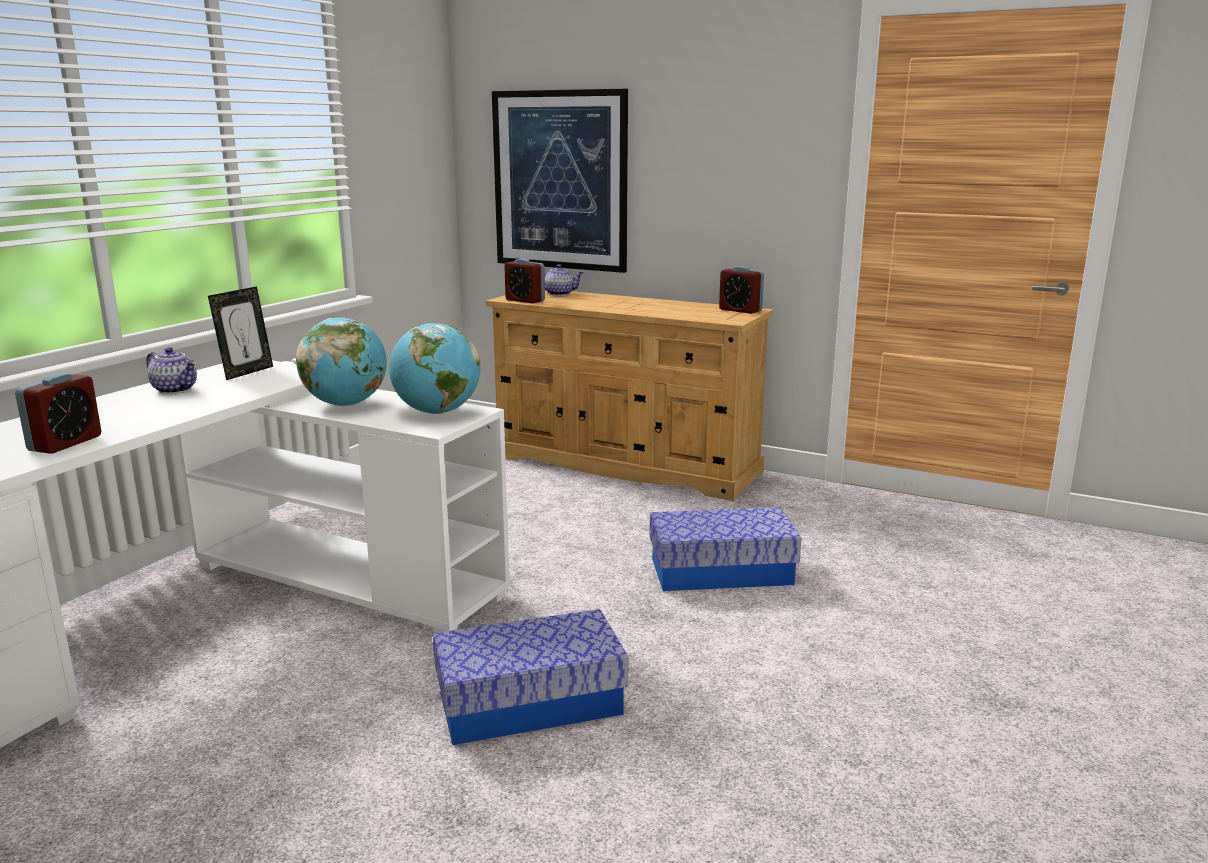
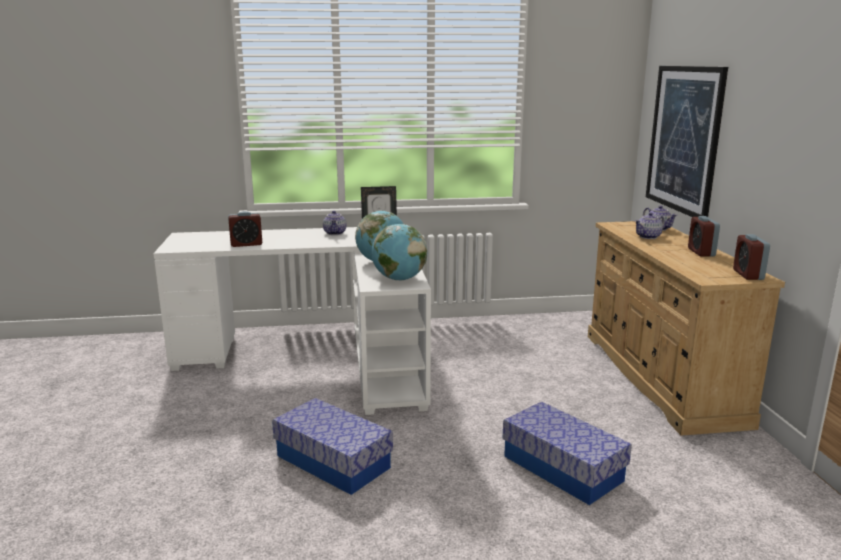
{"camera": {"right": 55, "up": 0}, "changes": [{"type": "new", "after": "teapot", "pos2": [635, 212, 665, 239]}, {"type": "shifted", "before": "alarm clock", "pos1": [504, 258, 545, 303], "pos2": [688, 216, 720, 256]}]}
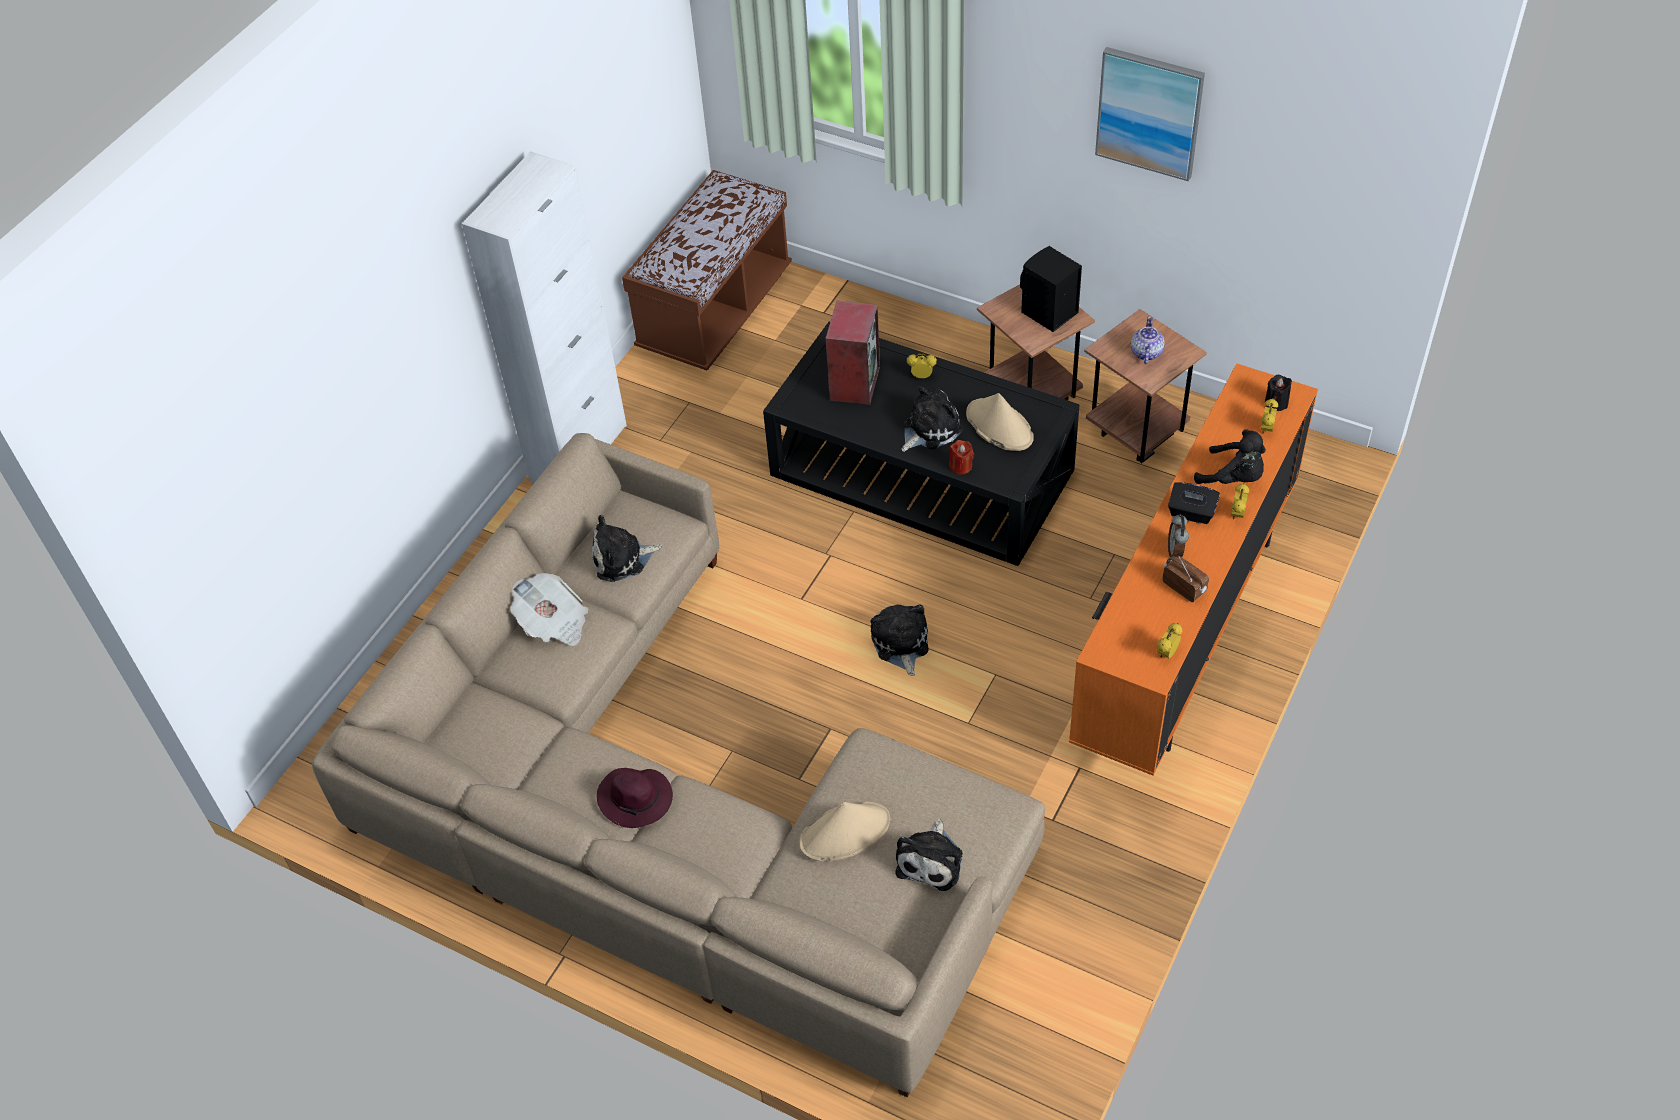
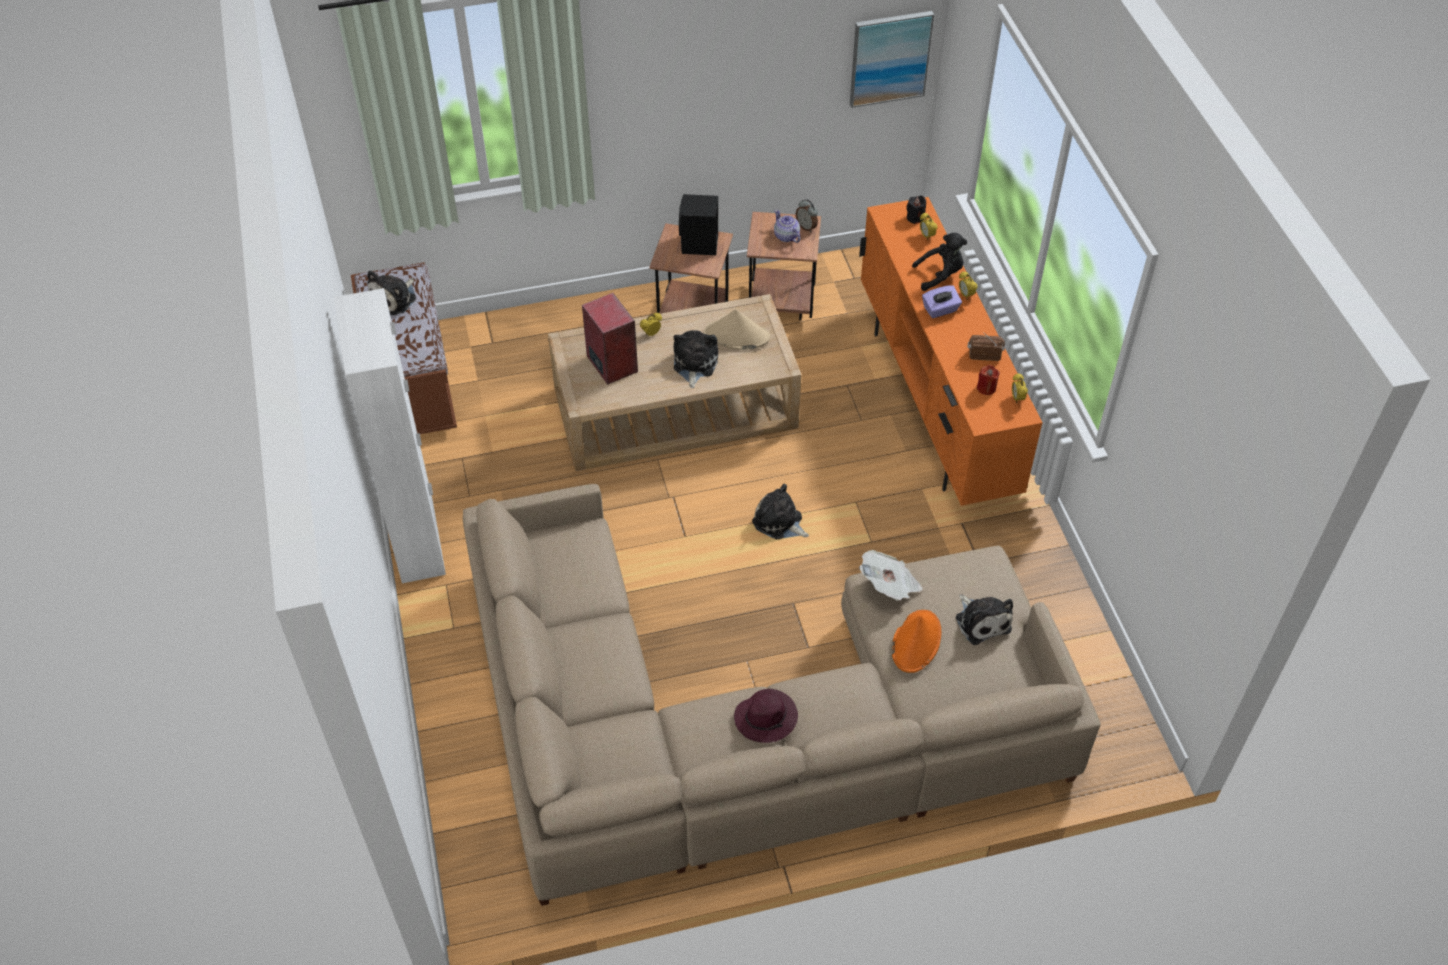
{"camera": {"right": -45, "up": 0}, "changes": [{"type": "shifted", "before": "plush toy", "pos1": [592, 515, 662, 582], "pos2": [367, 270, 416, 315]}, {"type": "repainted", "before": "black coffee table", "after": "beige coffee table", "pos1": [763, 322, 1079, 566], "pos2": [548, 294, 802, 471]}, {"type": "shifted", "before": "alarm clock", "pos1": [1168, 514, 1189, 557], "pos2": [796, 199, 818, 232]}, {"type": "shifted", "before": "picture", "pos1": [1095, 47, 1205, 181], "pos2": [850, 11, 934, 108]}, {"type": "shifted", "before": "newspaper", "pos1": [510, 573, 589, 646], "pos2": [859, 550, 923, 601]}, {"type": "repainted", "before": "beige hat", "after": "orange hat", "pos1": [799, 802, 890, 861], "pos2": [892, 610, 941, 673]}, {"type": "repainted", "before": "black tissue box", "after": "purple tissue box", "pos1": [1168, 482, 1220, 524], "pos2": [922, 286, 962, 318]}, {"type": "shifted", "before": "red candle", "pos1": [949, 440, 974, 474], "pos2": [977, 365, 1000, 395]}]}
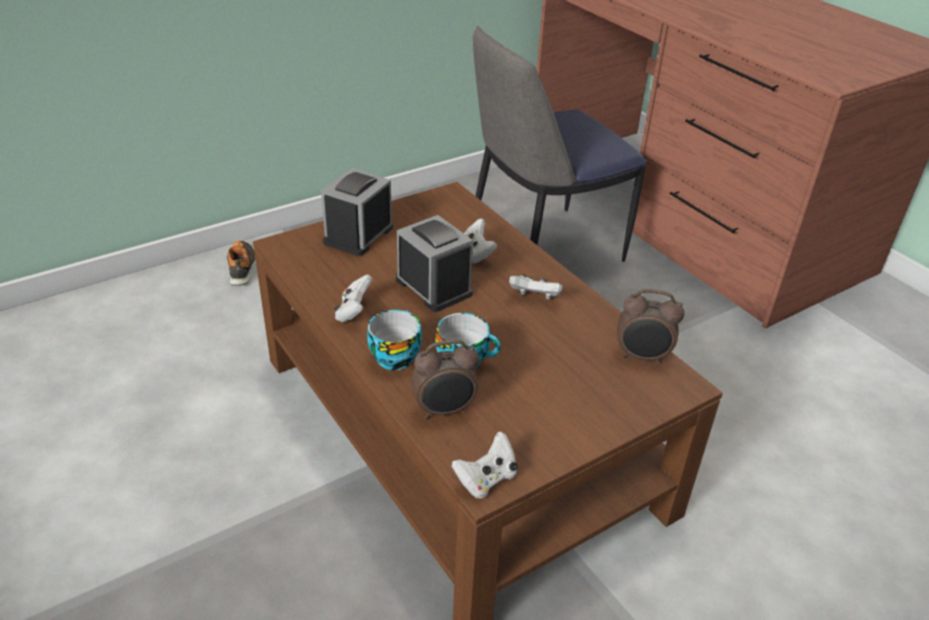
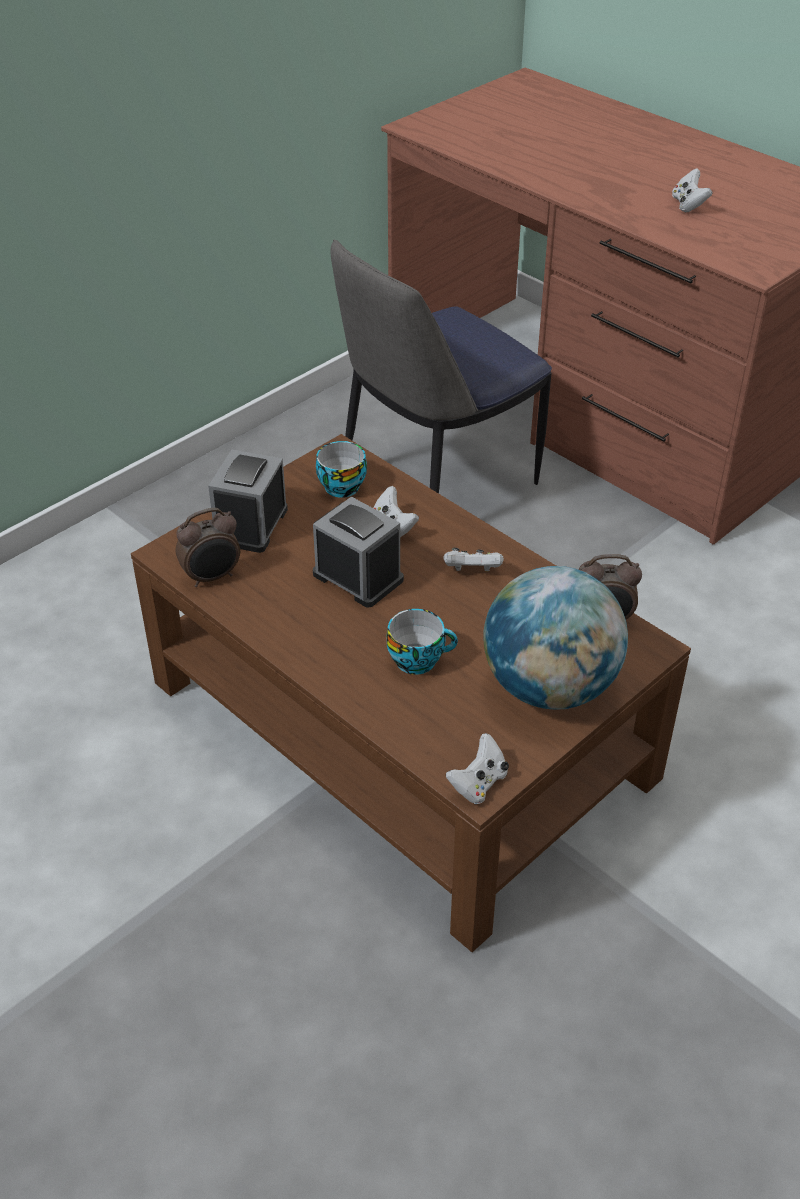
{"camera": {"right": -10, "up": 5}, "changes": [{"type": "shifted", "before": "alarm clock", "pos1": [411, 340, 479, 419], "pos2": [176, 508, 240, 587]}, {"type": "shifted", "before": "cup", "pos1": [367, 310, 422, 370], "pos2": [316, 441, 367, 498]}, {"type": "new", "after": "globe", "pos2": [483, 566, 628, 710]}, {"type": "shifted", "before": "white game controller", "pos1": [334, 275, 373, 322], "pos2": [672, 168, 712, 212]}, {"type": "gone", "before": "shoe", "pos1": [227, 241, 256, 286]}]}
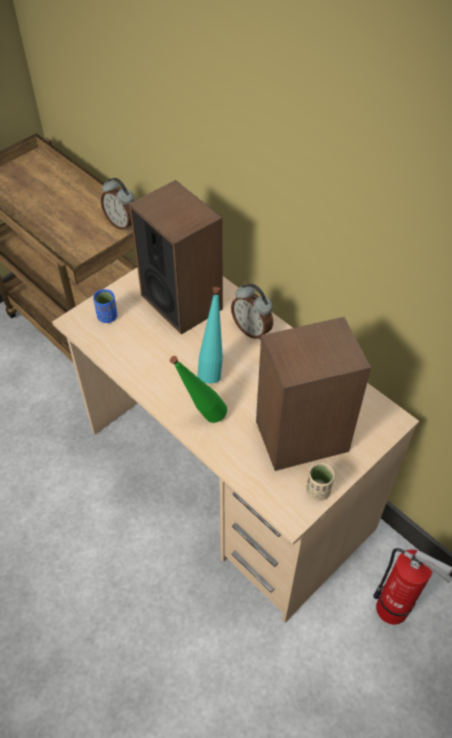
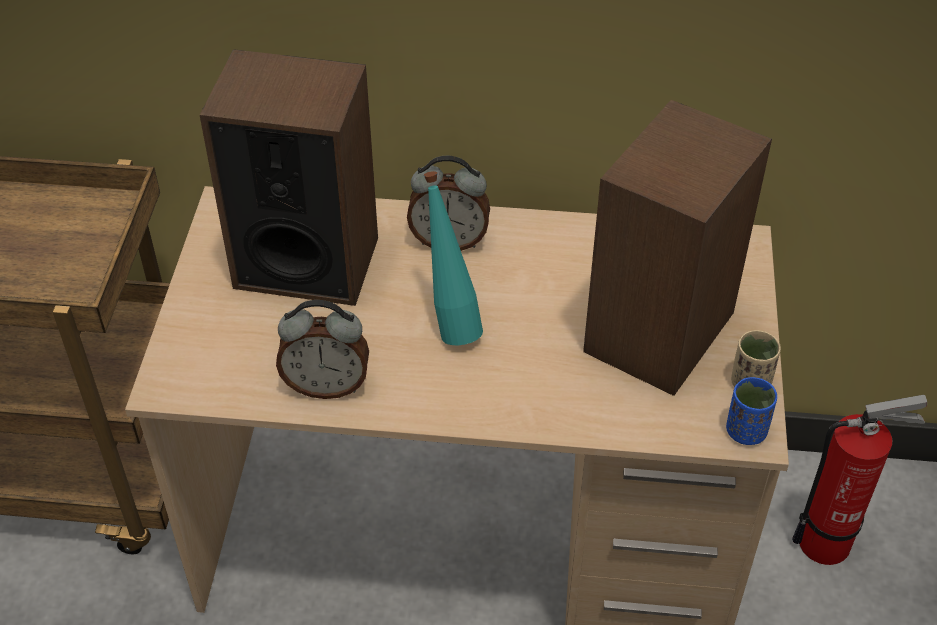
{"camera": {"right": -40, "up": -5}, "changes": [{"type": "shifted", "before": "alarm clock", "pos1": [101, 178, 134, 232], "pos2": [276, 300, 369, 399]}, {"type": "shifted", "before": "blue cup", "pos1": [93, 289, 117, 323], "pos2": [726, 377, 777, 445]}, {"type": "gone", "before": "green bottle", "pos1": [170, 356, 227, 423]}]}
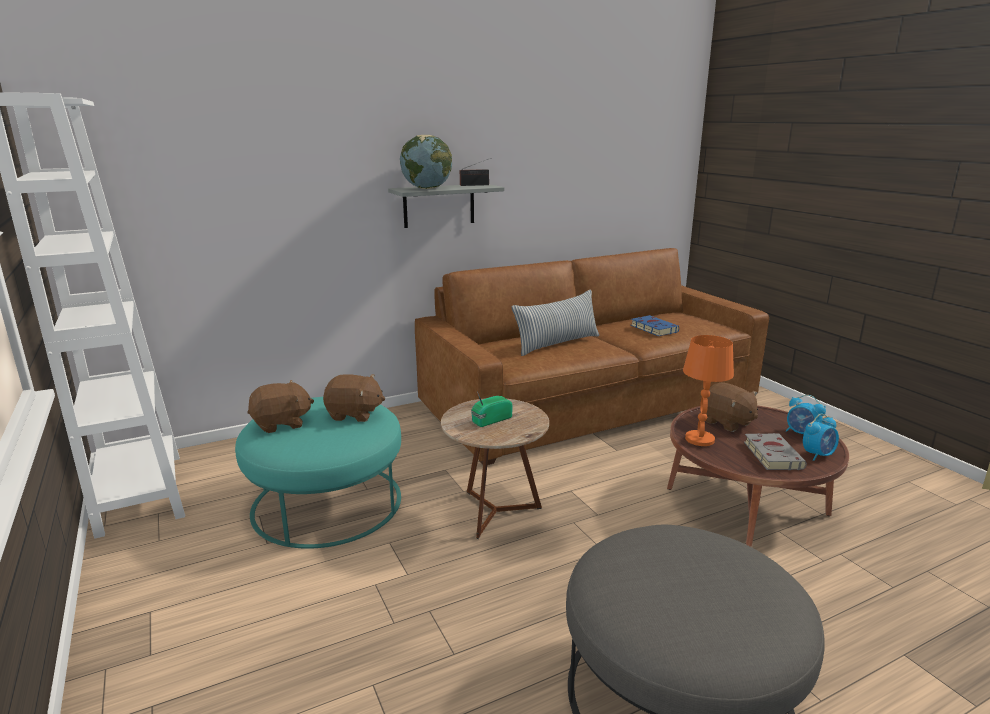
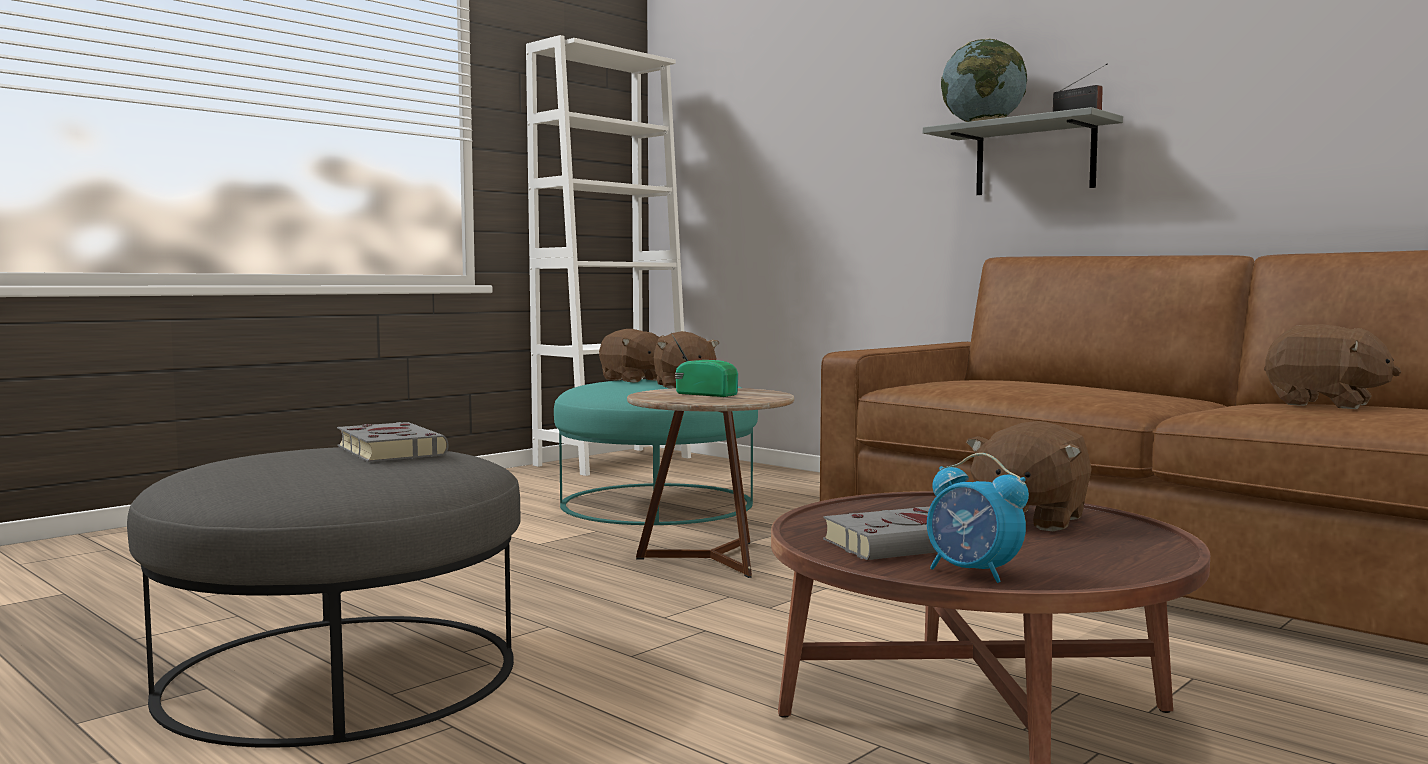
{"camera": {"right": 70, "up": -15}, "changes": [{"type": "new", "after": "grey book", "pos2": [337, 422, 448, 462]}, {"type": "swapped", "before": "blue book", "after": "brown plush toy", "pos1": [631, 315, 679, 336], "pos2": [1264, 324, 1401, 409]}, {"type": "gone", "before": "pillow", "pos1": [512, 290, 599, 356]}, {"type": "gone", "before": "orange table lamp", "pos1": [683, 335, 734, 446]}, {"type": "gone", "before": "alarm clock", "pos1": [786, 395, 826, 434]}]}
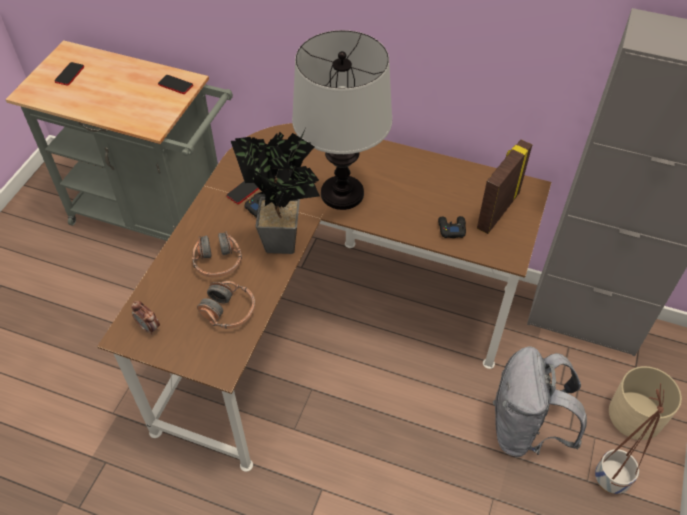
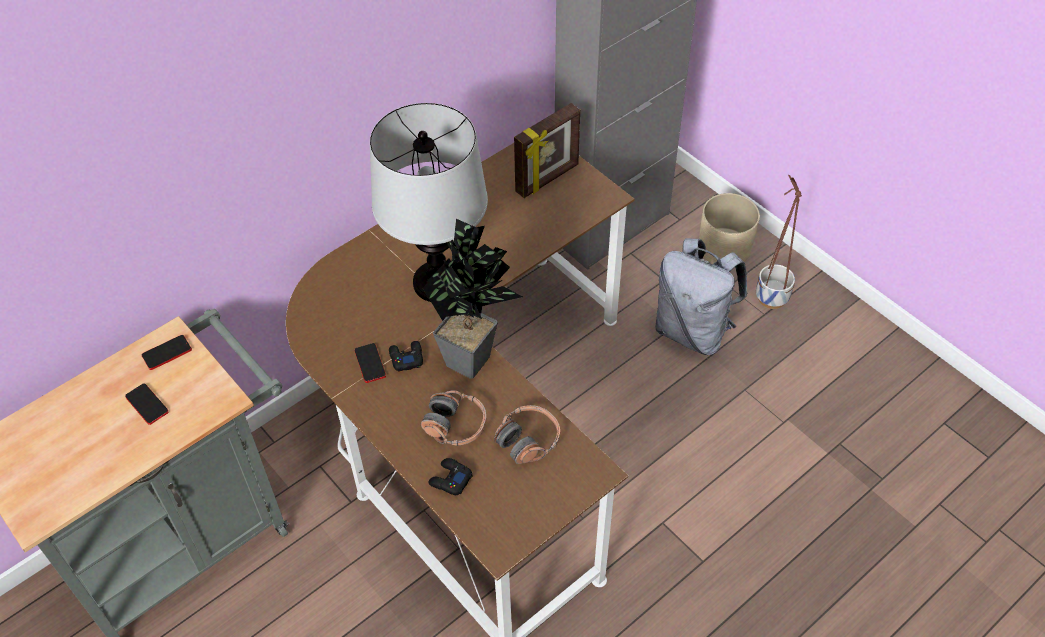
{"camera": {"right": -60, "up": 0}, "changes": [{"type": "shifted", "before": "phone", "pos1": [55, 62, 84, 86], "pos2": [125, 383, 168, 425]}, {"type": "shifted", "before": "black game controller", "pos1": [438, 216, 466, 238], "pos2": [428, 458, 473, 495]}, {"type": "rotated", "before": "picture frame", "pos1": [477, 140, 532, 234], "pos2": [514, 103, 580, 198], "turn": -105}, {"type": "gone", "before": "alarm clock", "pos1": [131, 301, 160, 335]}]}
